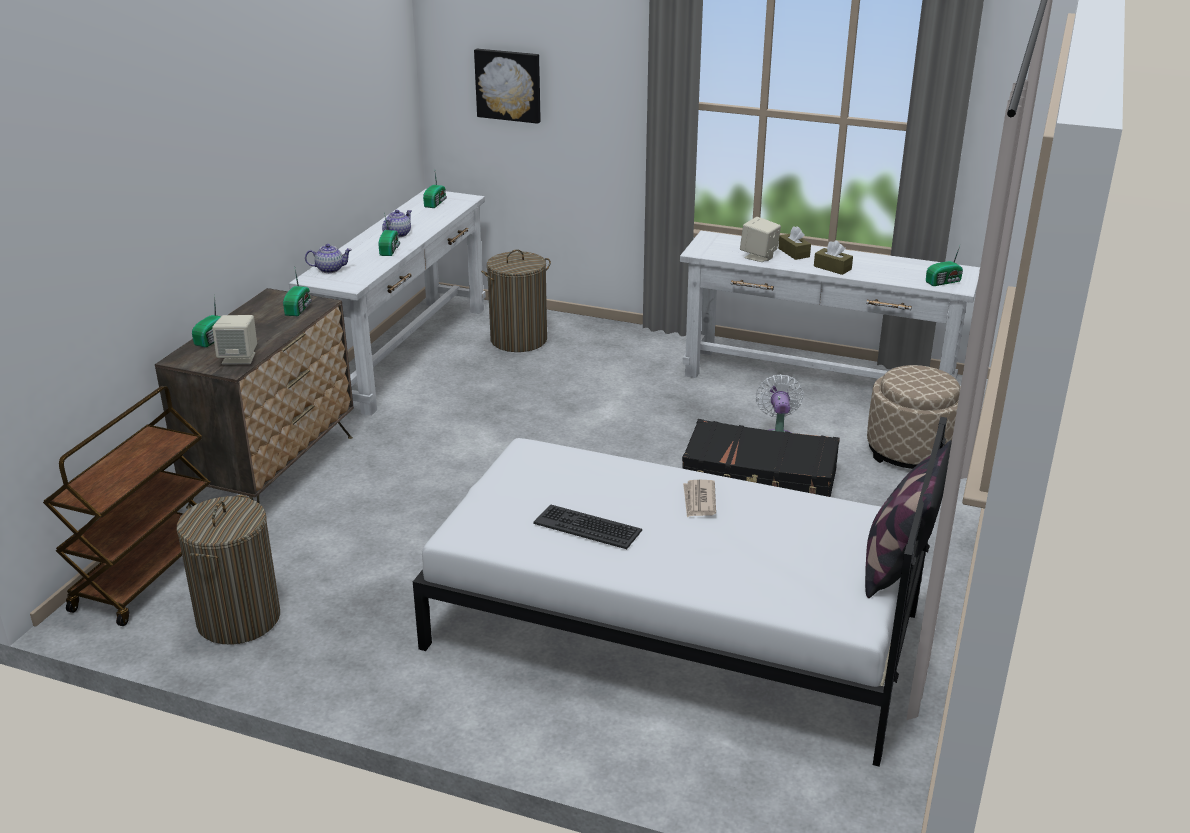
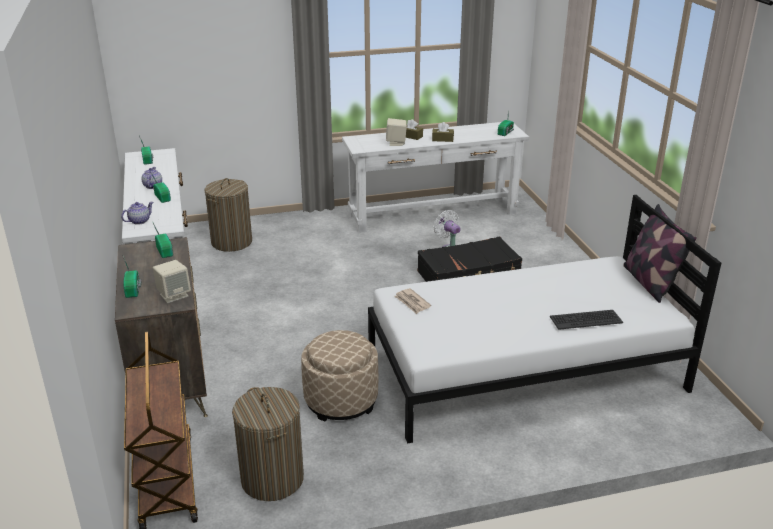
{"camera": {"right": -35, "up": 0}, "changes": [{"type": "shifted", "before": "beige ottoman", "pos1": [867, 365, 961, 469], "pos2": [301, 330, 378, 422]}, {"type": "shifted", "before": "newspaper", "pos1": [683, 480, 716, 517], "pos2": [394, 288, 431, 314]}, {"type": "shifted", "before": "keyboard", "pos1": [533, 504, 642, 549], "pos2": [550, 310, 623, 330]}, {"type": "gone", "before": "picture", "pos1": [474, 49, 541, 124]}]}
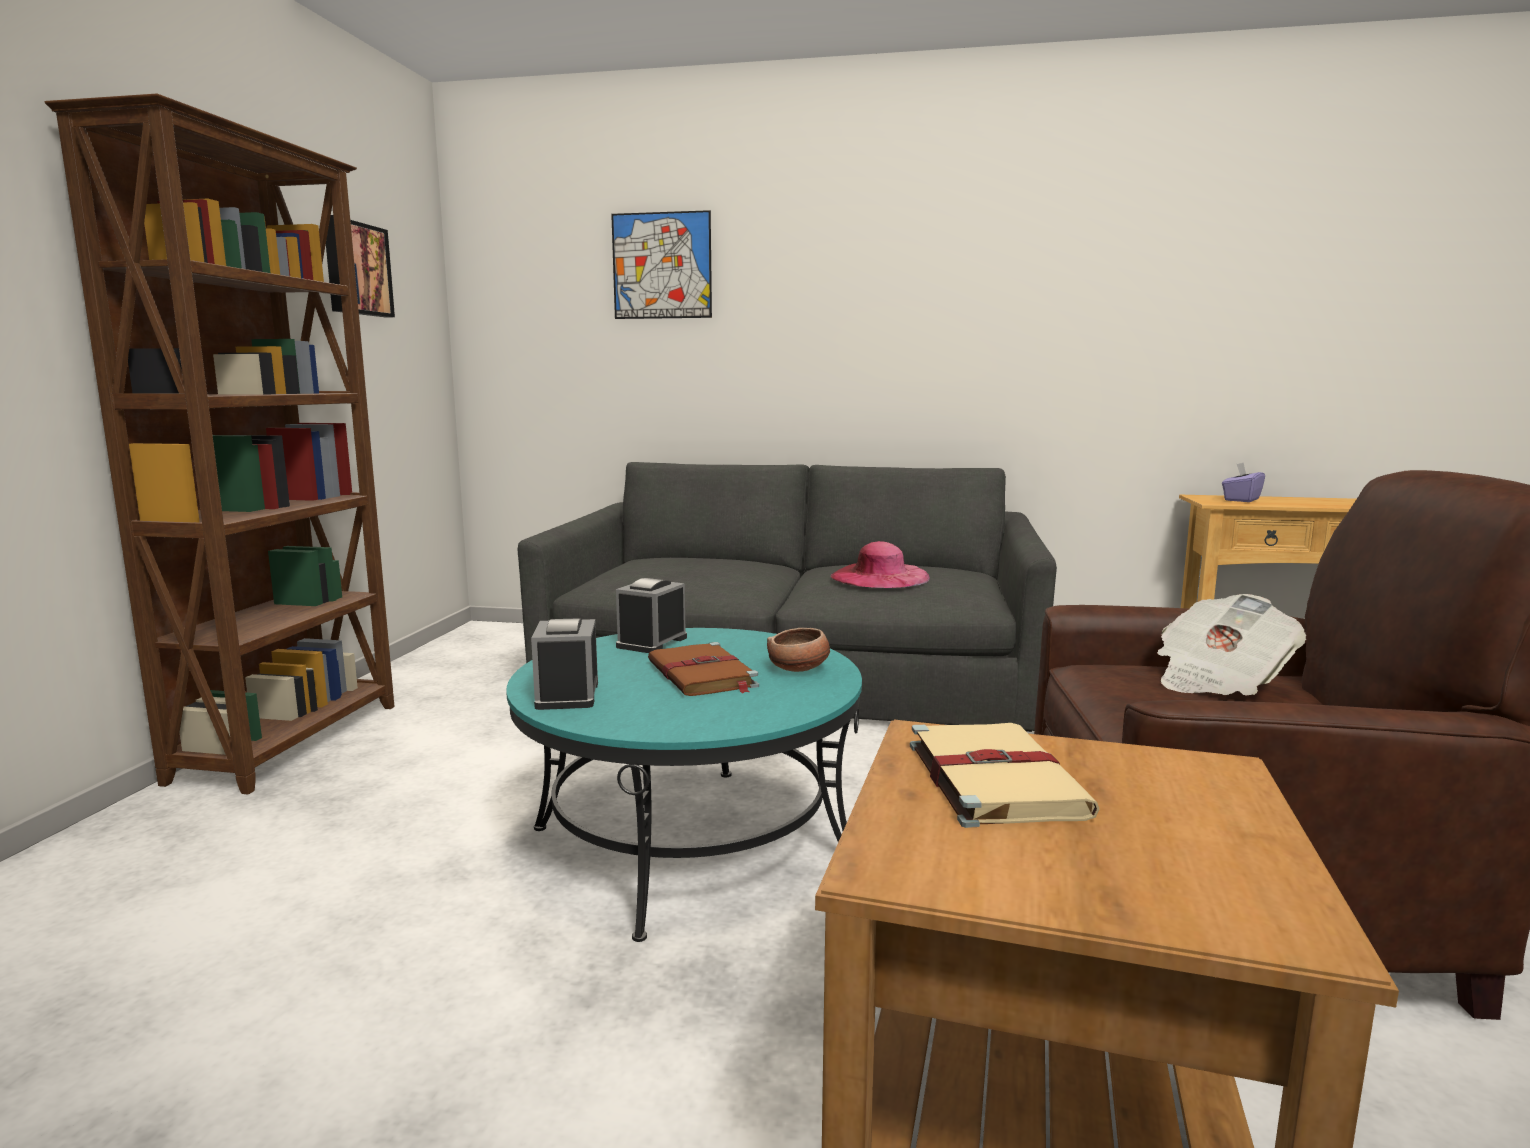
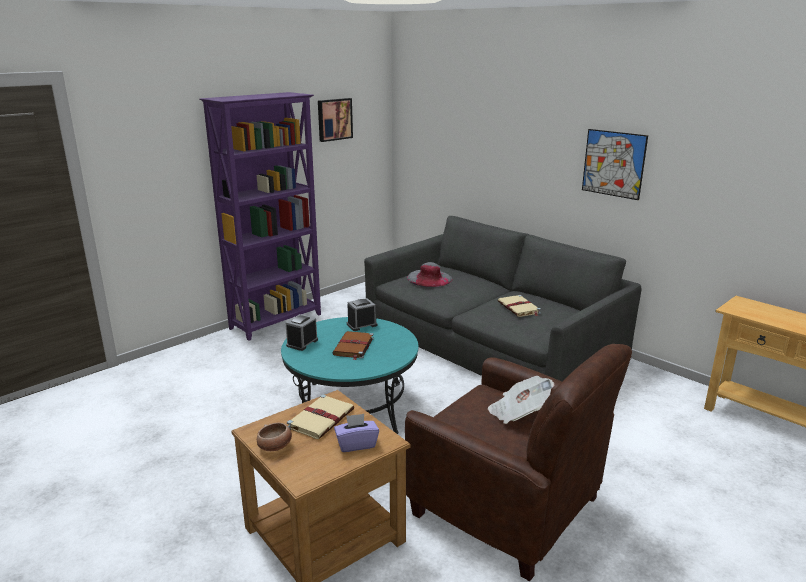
{"camera": {"right": 35, "up": 10}, "changes": [{"type": "repainted", "before": "brown bookcase", "after": "purple bookcase", "pos1": [45, 93, 395, 794], "pos2": [200, 92, 321, 341]}, {"type": "shifted", "before": "bowl", "pos1": [767, 628, 830, 672], "pos2": [257, 423, 292, 451]}, {"type": "shifted", "before": "purple tissue box", "pos1": [1222, 462, 1265, 502], "pos2": [334, 414, 379, 452]}, {"type": "new", "after": "grey hat", "pos2": [407, 262, 453, 287]}, {"type": "swapped", "before": "pink hat", "after": "beige book", "pos1": [831, 541, 930, 588], "pos2": [498, 295, 541, 317]}, {"type": "shifted", "before": "picture", "pos1": [611, 210, 712, 319], "pos2": [582, 129, 648, 200]}]}
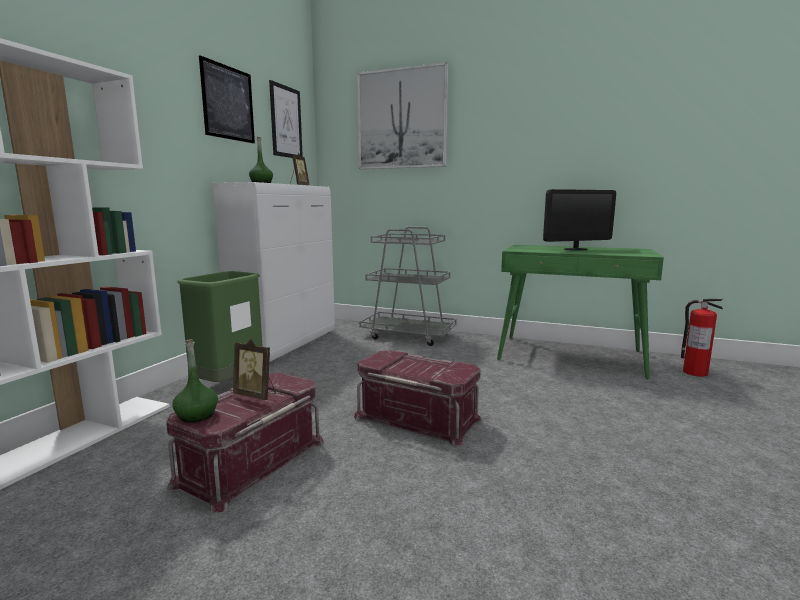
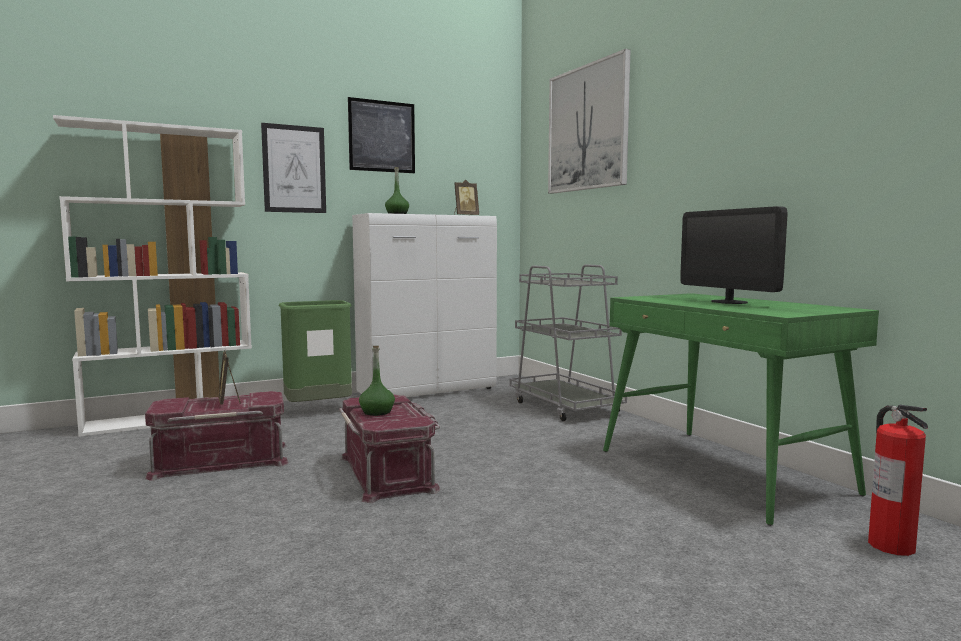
{"camera": {"right": 40, "up": -5}, "changes": [{"type": "shifted", "before": "picture", "pos1": [269, 80, 303, 158], "pos2": [261, 123, 326, 213]}, {"type": "shifted", "before": "green bottle", "pos1": [172, 339, 218, 423], "pos2": [359, 346, 395, 416]}, {"type": "rotated", "before": "monitor", "pos1": [543, 189, 616, 251], "pos2": [681, 206, 788, 304], "turn": 45}]}
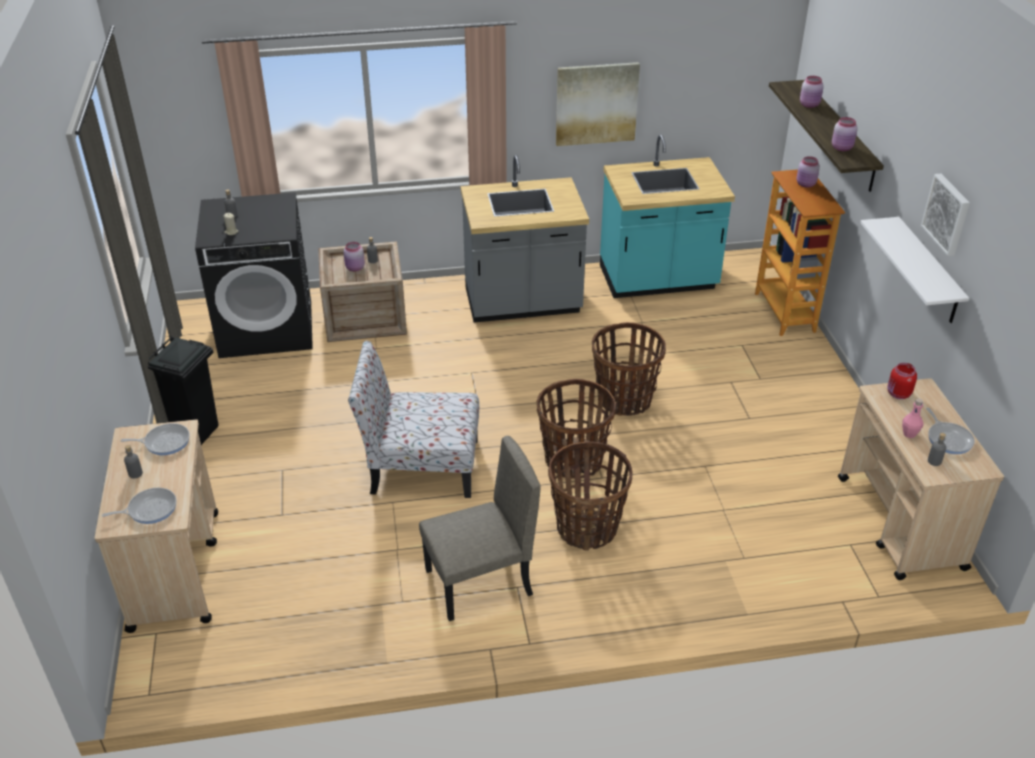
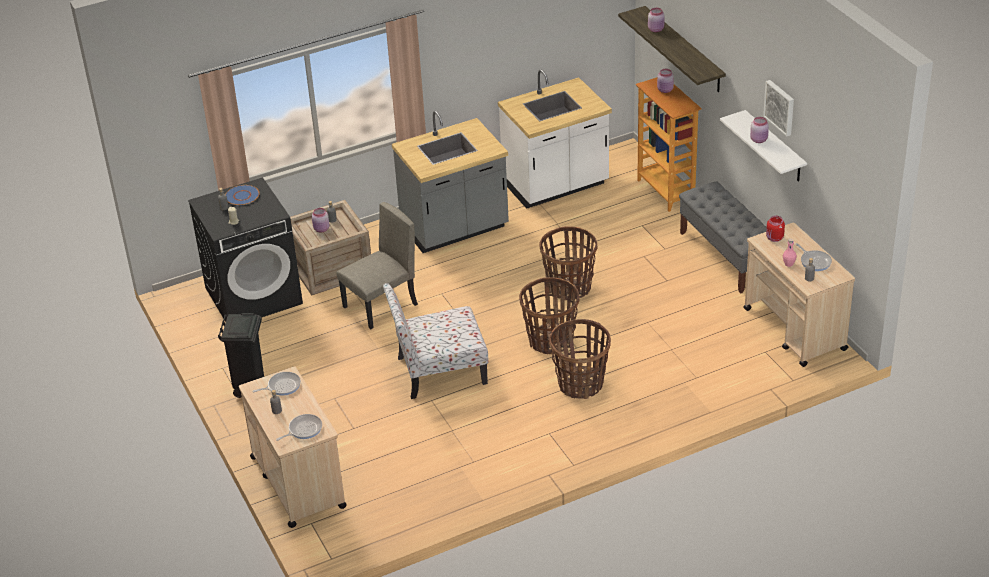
{"camera": {"right": -15, "up": 0}, "changes": [{"type": "new", "after": "blue plate", "pos2": [225, 185, 260, 206]}, {"type": "shifted", "before": "beige chair", "pos1": [419, 436, 541, 621], "pos2": [337, 202, 418, 329]}, {"type": "repainted", "before": "turquoise counter", "after": "white counter", "pos1": [600, 135, 735, 298], "pos2": [498, 70, 612, 209]}, {"type": "new", "after": "grey bench", "pos2": [679, 181, 767, 294]}, {"type": "shifted", "before": "pink jar", "pos1": [832, 117, 858, 151], "pos2": [750, 117, 769, 143]}, {"type": "gone", "before": "picture", "pos1": [556, 62, 640, 146]}]}
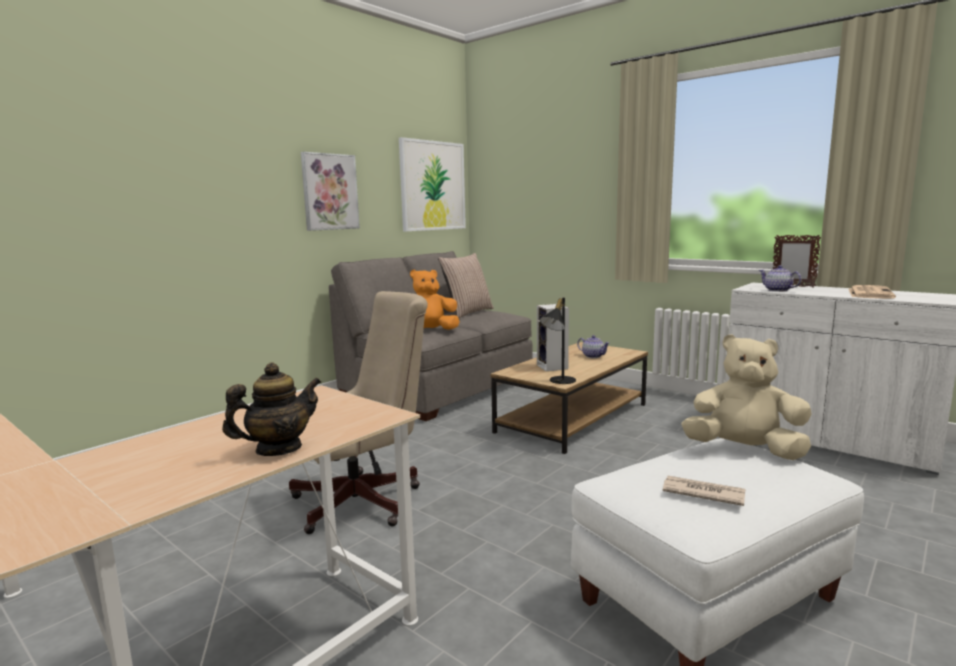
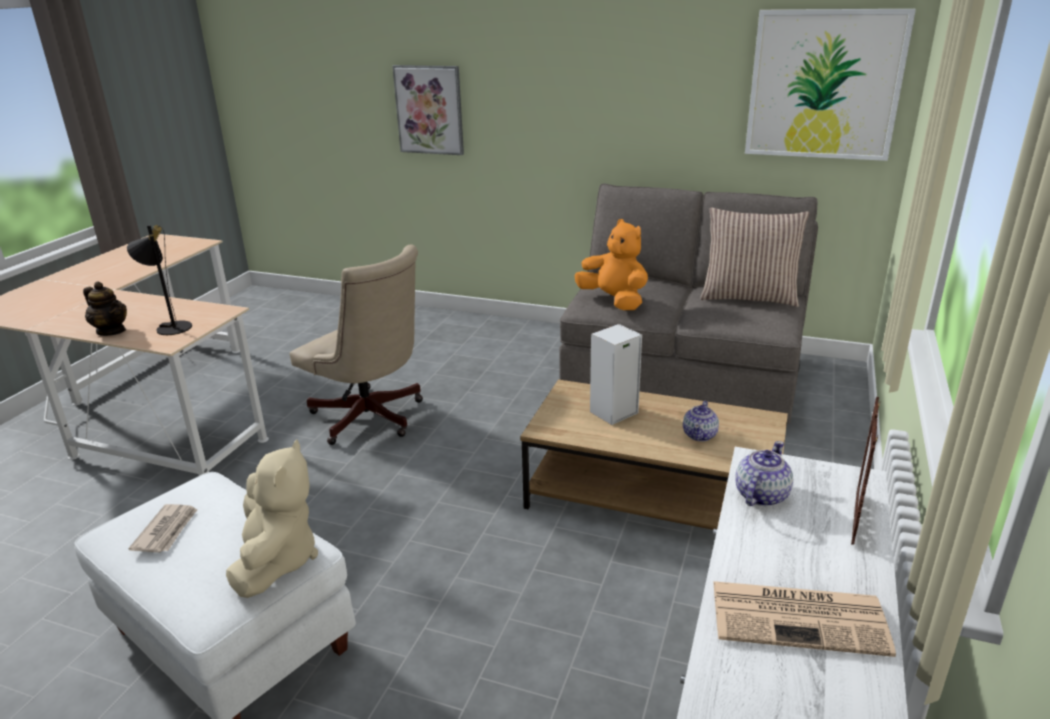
{"camera": {"right": 70, "up": 15}, "changes": [{"type": "shifted", "before": "black table lamp", "pos1": [539, 297, 576, 384], "pos2": [127, 225, 192, 335]}, {"type": "shifted", "before": "picture", "pos1": [301, 152, 360, 231], "pos2": [392, 65, 464, 155]}]}
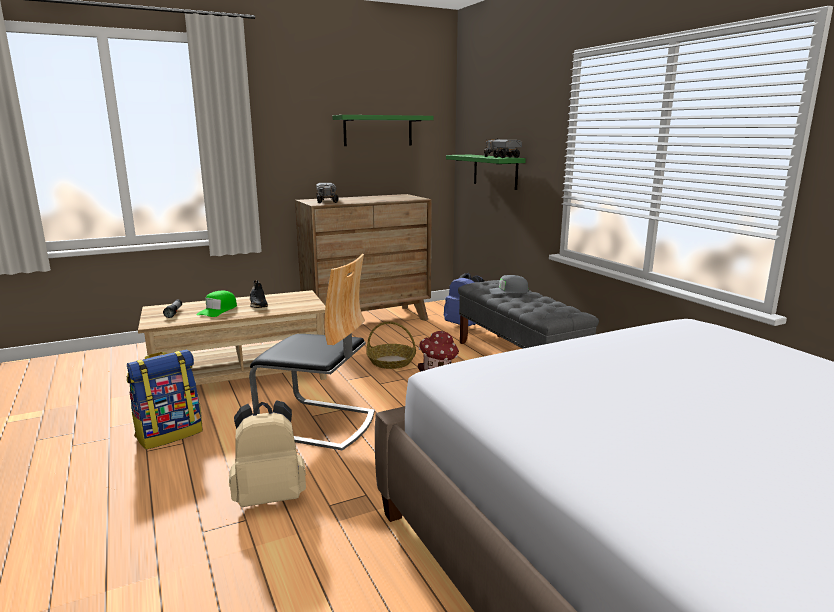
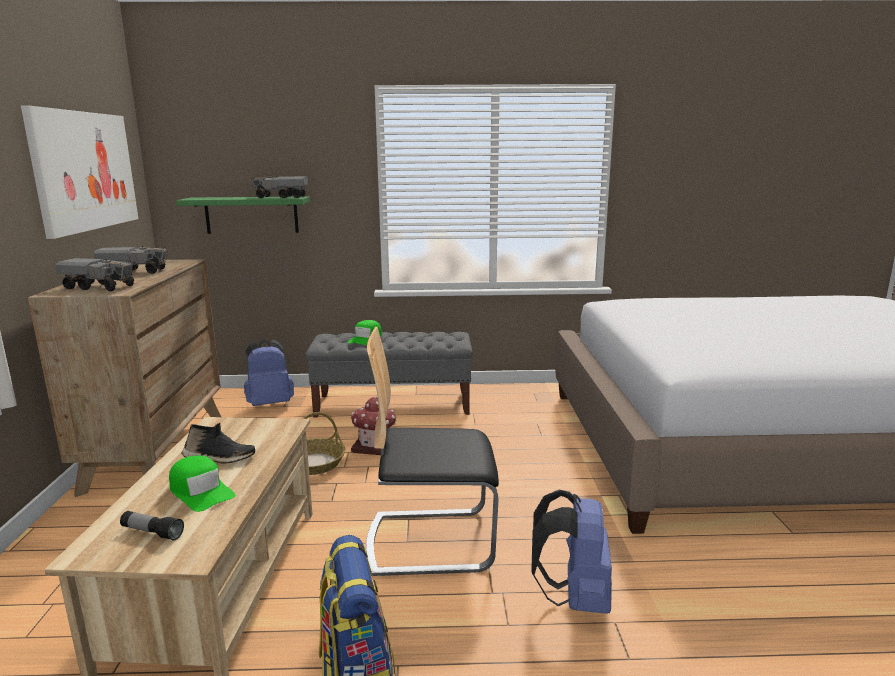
{"camera": {"right": -65, "up": 0}, "changes": [{"type": "swapped", "before": "green shelf", "after": "picture", "pos1": [332, 115, 433, 146], "pos2": [21, 106, 139, 239]}, {"type": "new", "after": "toy truck", "pos2": [93, 246, 168, 274]}, {"type": "repainted", "before": "grey cap", "after": "green cap", "pos1": [489, 275, 529, 294], "pos2": [348, 320, 382, 345]}, {"type": "rotated", "before": "chair", "pos1": [249, 254, 375, 450], "pos2": [366, 327, 499, 576], "turn": -135}, {"type": "repainted", "before": "beige backpack", "after": "blue backpack", "pos1": [229, 400, 306, 507], "pos2": [531, 490, 612, 614]}]}
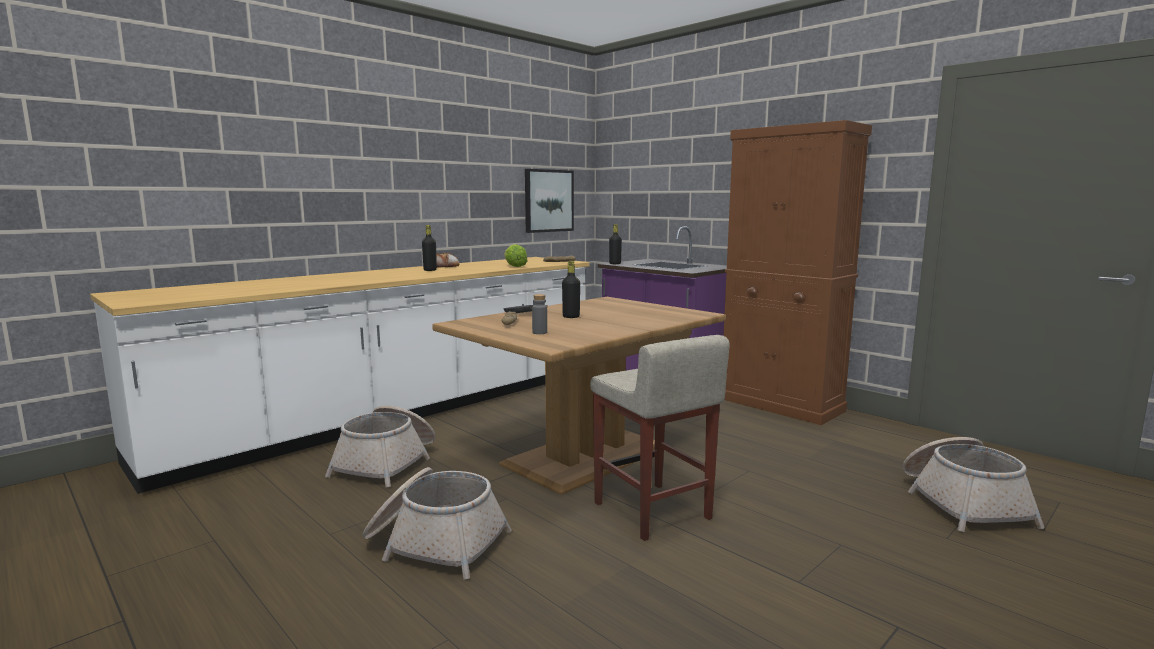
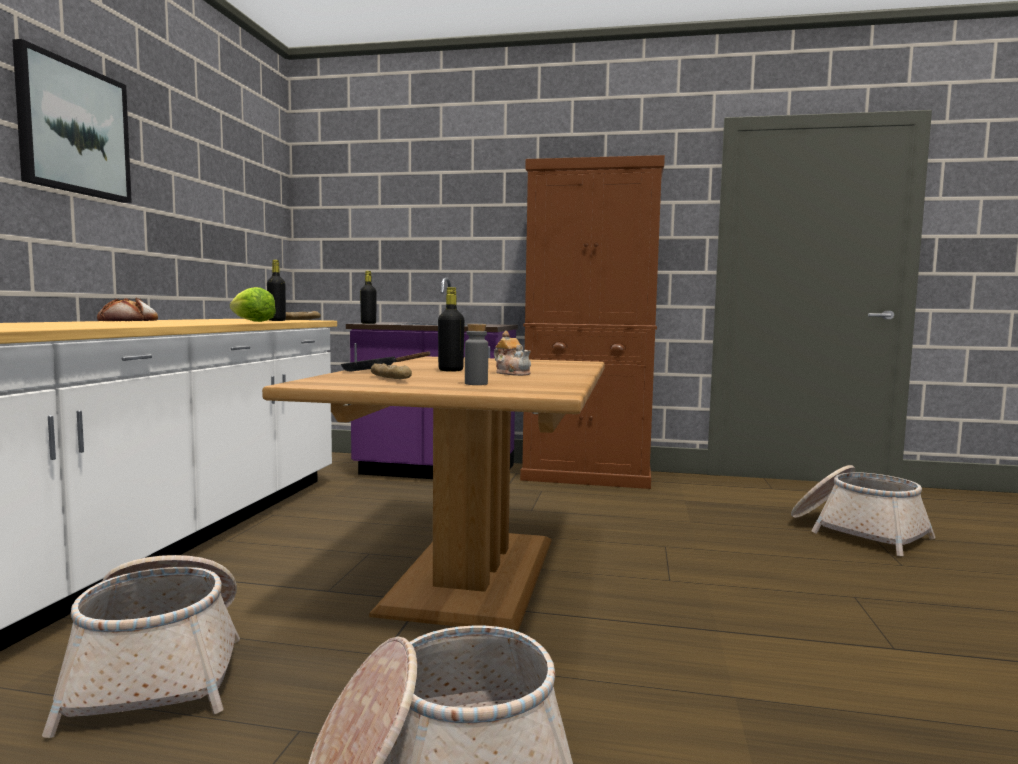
{"camera": {"right": -35, "up": -5}, "changes": [{"type": "shifted", "before": "picture", "pos1": [525, 169, 574, 233], "pos2": [12, 39, 132, 203]}, {"type": "shifted", "before": "black bottle", "pos1": [422, 225, 437, 271], "pos2": [267, 260, 286, 321]}, {"type": "new", "after": "teapot", "pos2": [494, 331, 531, 376]}, {"type": "gone", "before": "beige stool", "pos1": [590, 335, 729, 541]}]}
